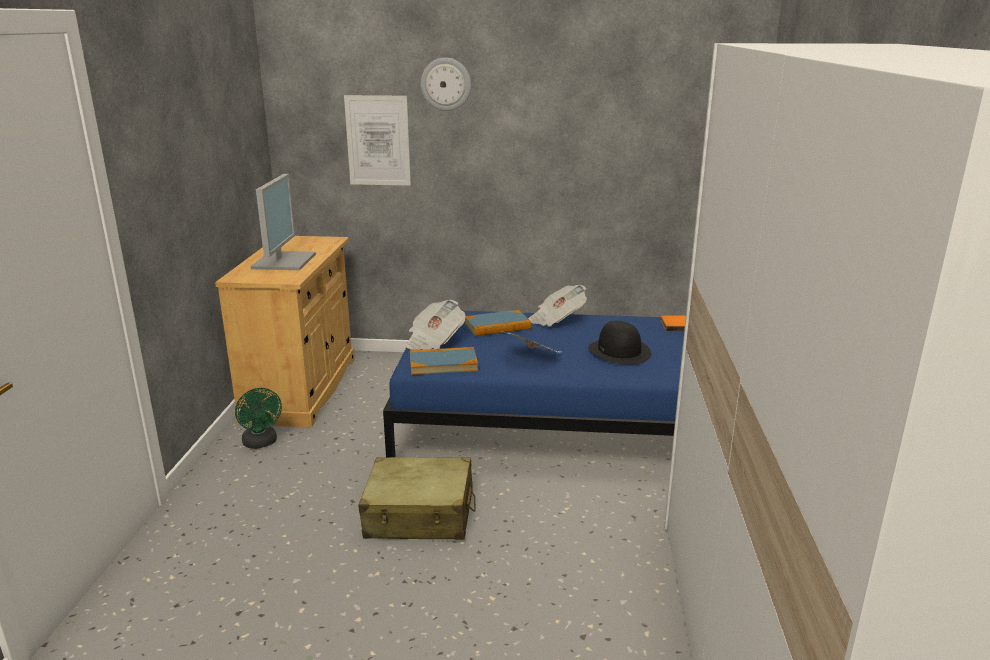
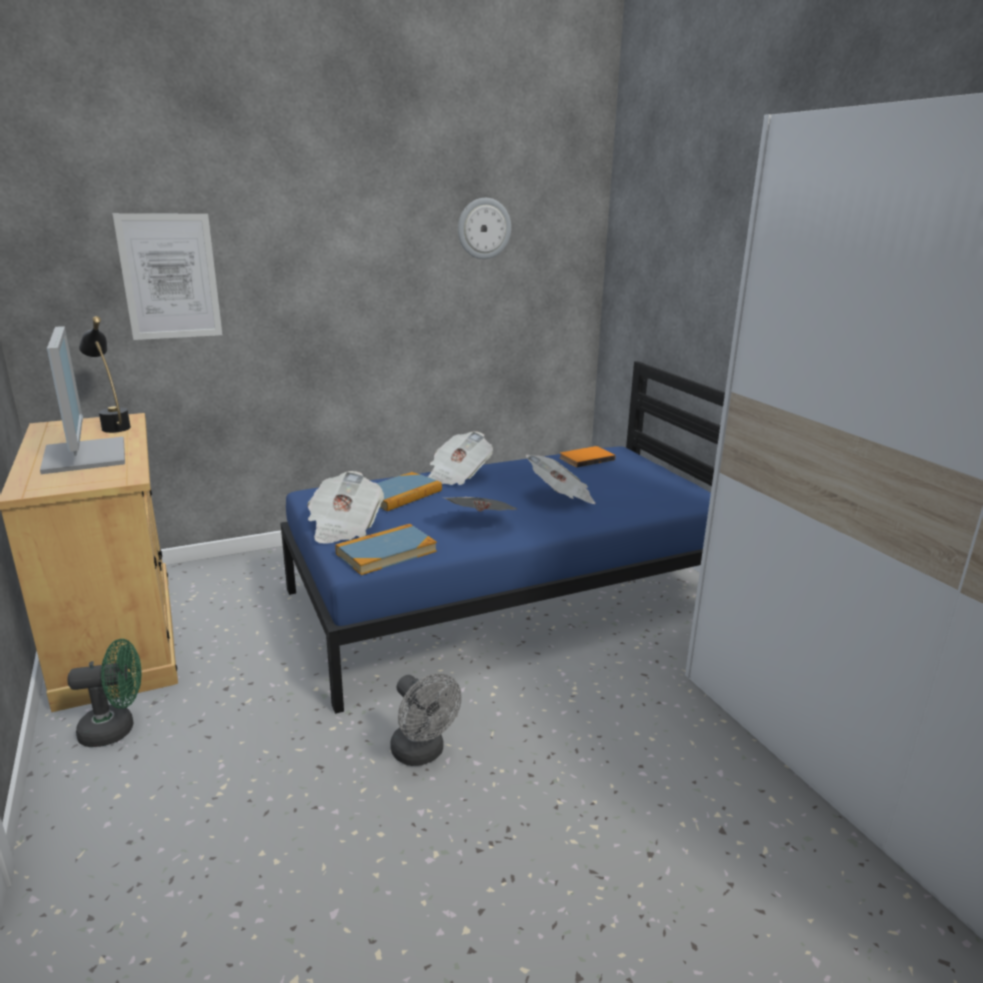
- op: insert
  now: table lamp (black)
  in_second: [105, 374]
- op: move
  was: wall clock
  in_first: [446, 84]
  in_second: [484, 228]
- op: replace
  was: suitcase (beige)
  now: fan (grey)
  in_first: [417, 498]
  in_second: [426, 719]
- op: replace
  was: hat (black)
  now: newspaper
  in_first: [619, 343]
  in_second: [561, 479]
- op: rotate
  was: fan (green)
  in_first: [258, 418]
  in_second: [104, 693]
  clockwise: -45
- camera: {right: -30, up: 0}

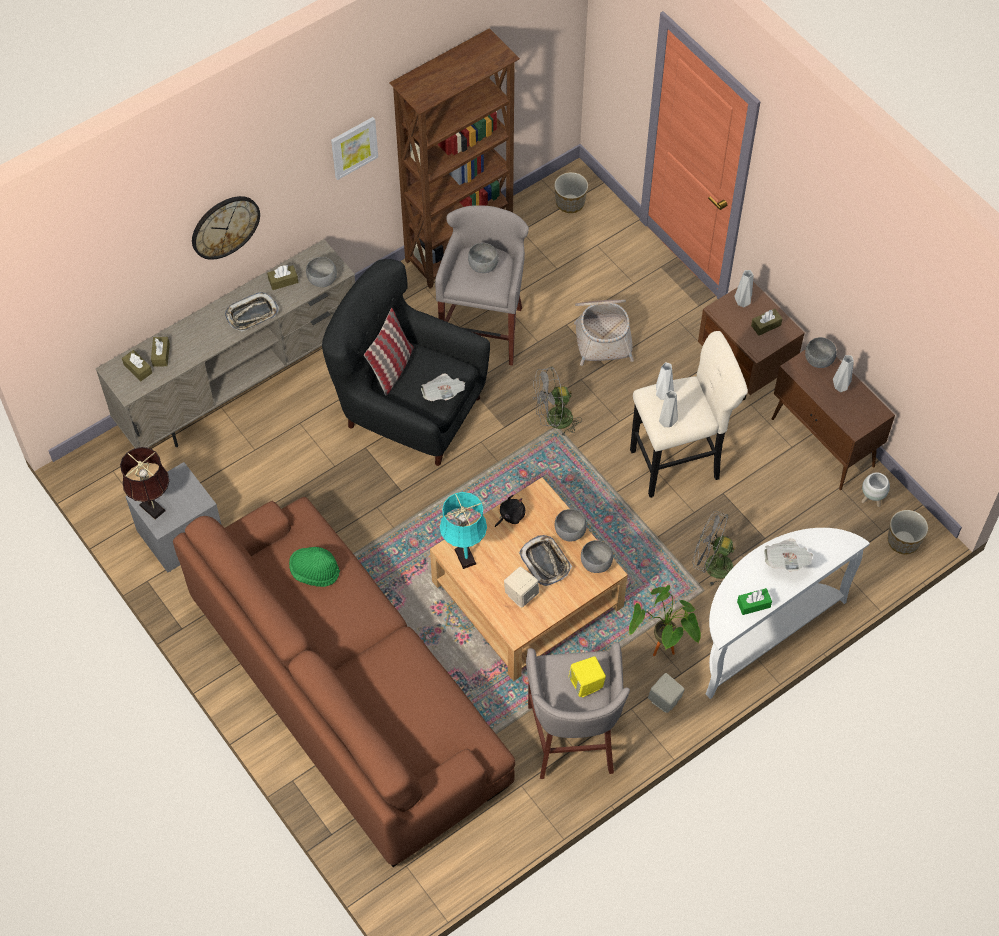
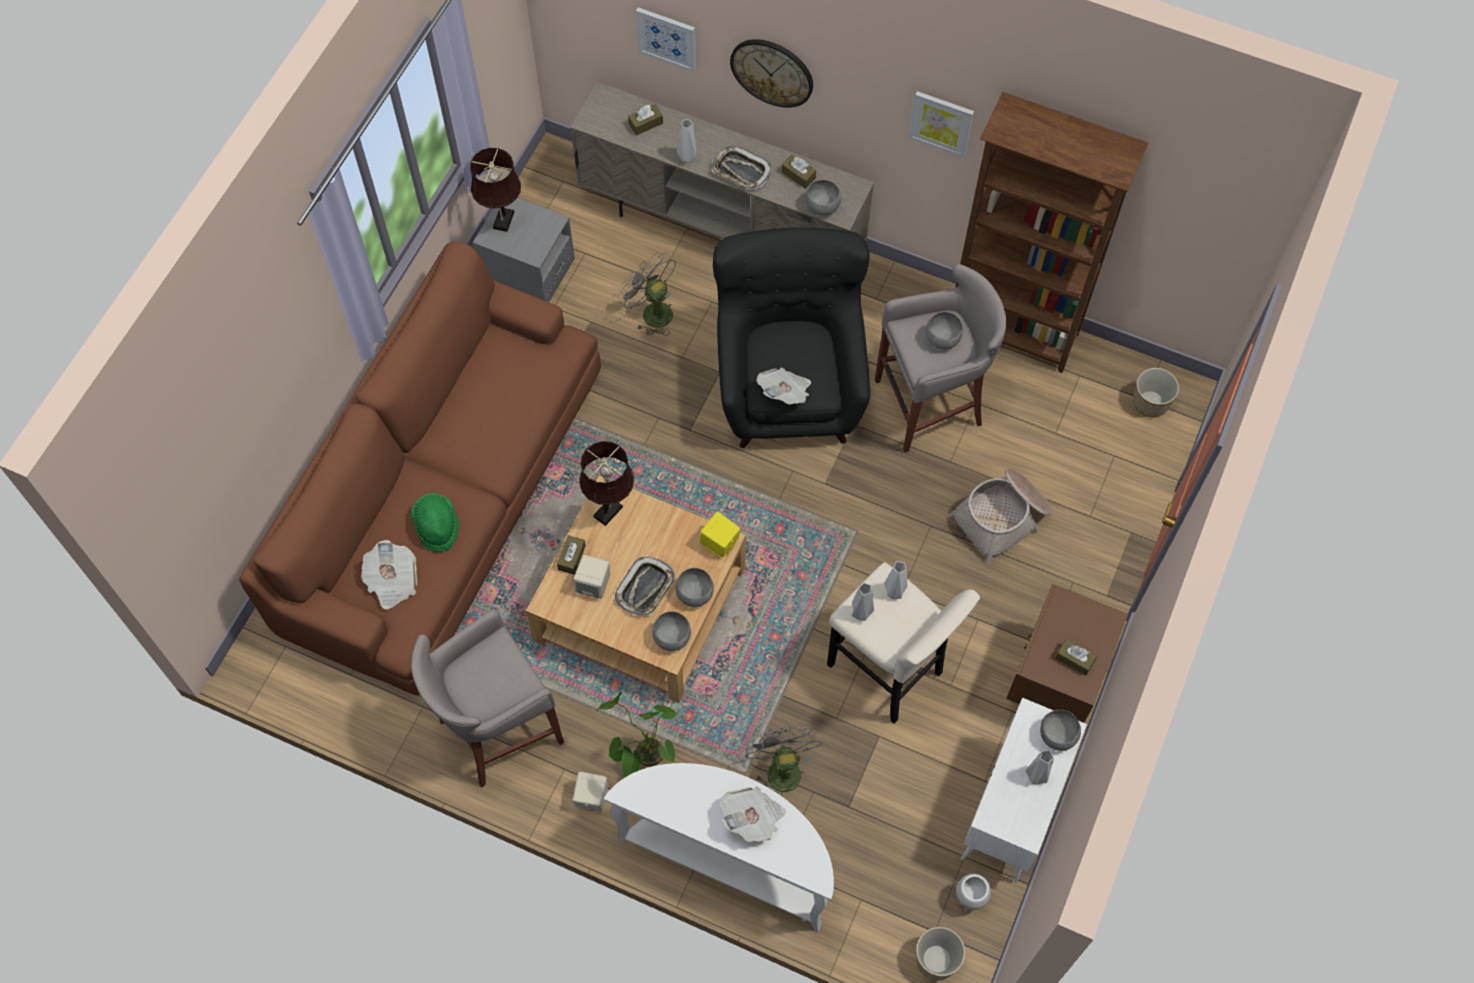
- op: delete
  was: pillow
  in_first: [389, 352]
- op: delete
  was: plush toy (black)
  in_first: [510, 511]
- op: delete
  was: tissue box (green)
  in_first: [754, 601]
- op: insert
  now: newspaper
  in_second: [389, 575]
- op: insert
  now: picture
  in_second: [666, 39]
- op: move
  was: tissue box (brown)
  in_first: [137, 365]
  in_second: [571, 555]
- op: move
  was: hat (green)
  in_first: [314, 567]
  in_second: [435, 522]
- op: move
  was: fan (grey)
  in_first: [557, 401]
  in_second: [646, 294]
- op: move
  was: speaker (yellow)
  in_first: [587, 676]
  in_second: [719, 534]
- op: move
  was: vase (grey)
  in_first: [743, 288]
  in_second: [687, 141]
- op: recolor
  was: table lamp (turquoise)
  now: table lamp (brown)
  in_first: [463, 530]
  in_second: [606, 483]
- op: recolor
  was: cabinet (brown)
  now: cabinet (white)
  in_first: [833, 419]
  in_second: [1024, 790]
- camera: {right: 60, up: 5}

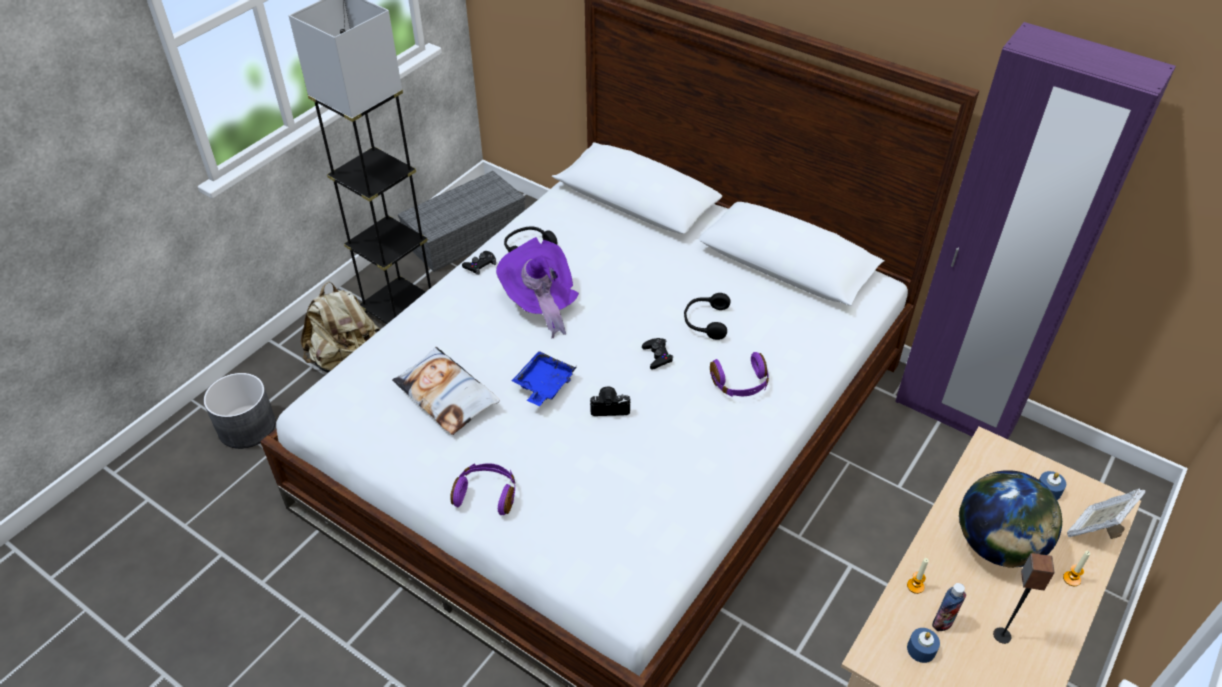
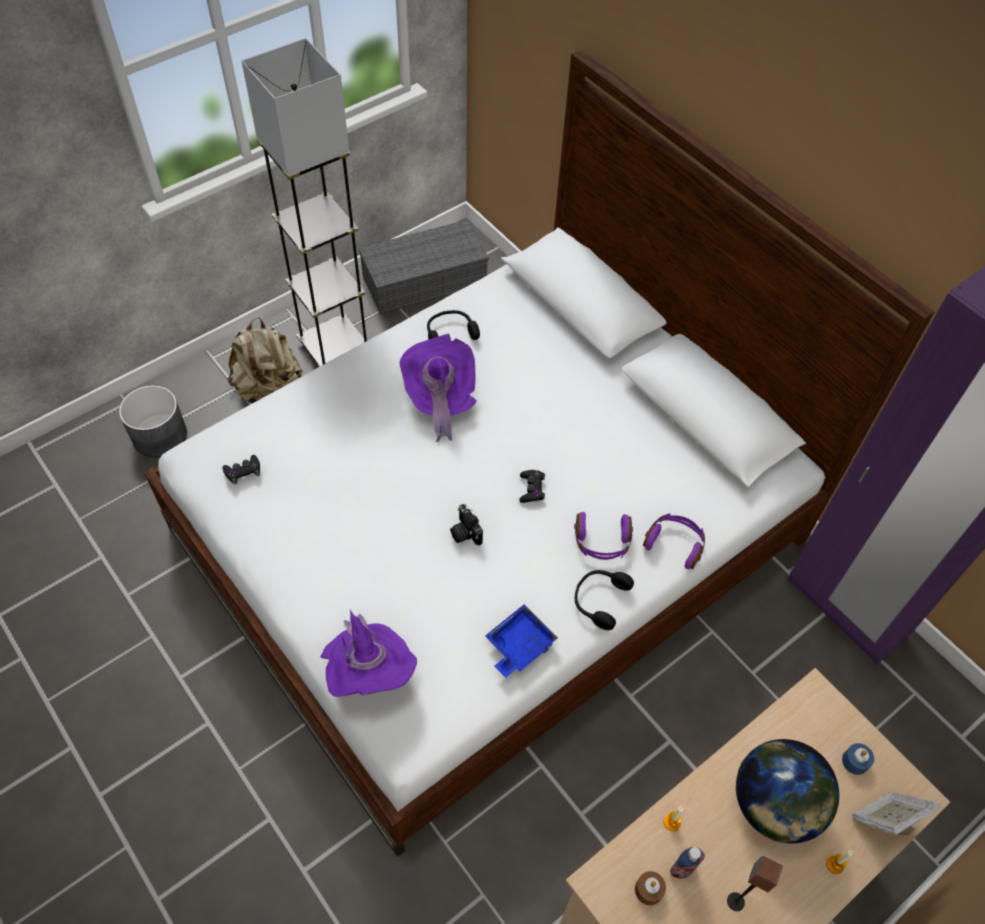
- op: delete
  was: pillow
  in_first: [446, 391]
- op: insert
  now: hat (purple)
  in_second: [369, 653]
- op: move
  was: headphones (purple)
  in_first: [482, 489]
  in_second: [674, 541]
- op: move
  was: game controller (black)
  in_first: [479, 263]
  in_second: [241, 470]
- op: move
  was: tray (blue)
  in_first: [544, 378]
  in_second: [521, 641]
- op: move
  was: headphones (black)
  in_first: [707, 316]
  in_second: [604, 600]
- op: recolor
  was: candle (blue)
  now: candle (brown)
  in_first: [923, 645]
  in_second: [650, 888]
- op: rotate
  was: photo camera
  in_first: [610, 401]
  in_second: [466, 525]
  clockwise: -135
- camera: {right: 15, up: 10}

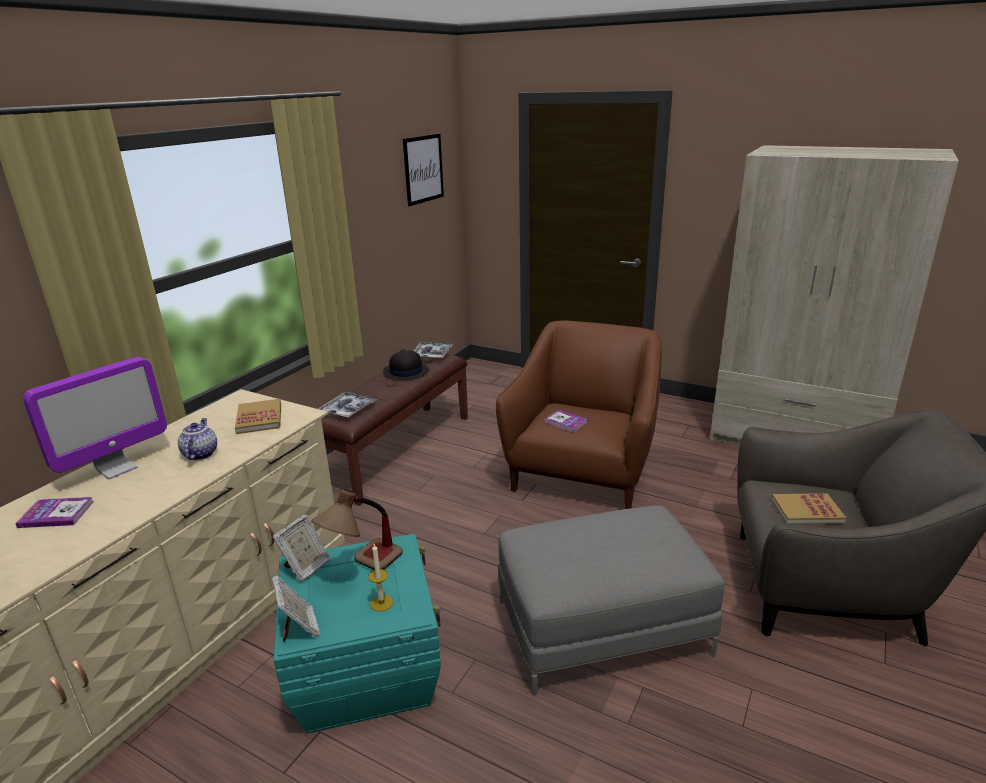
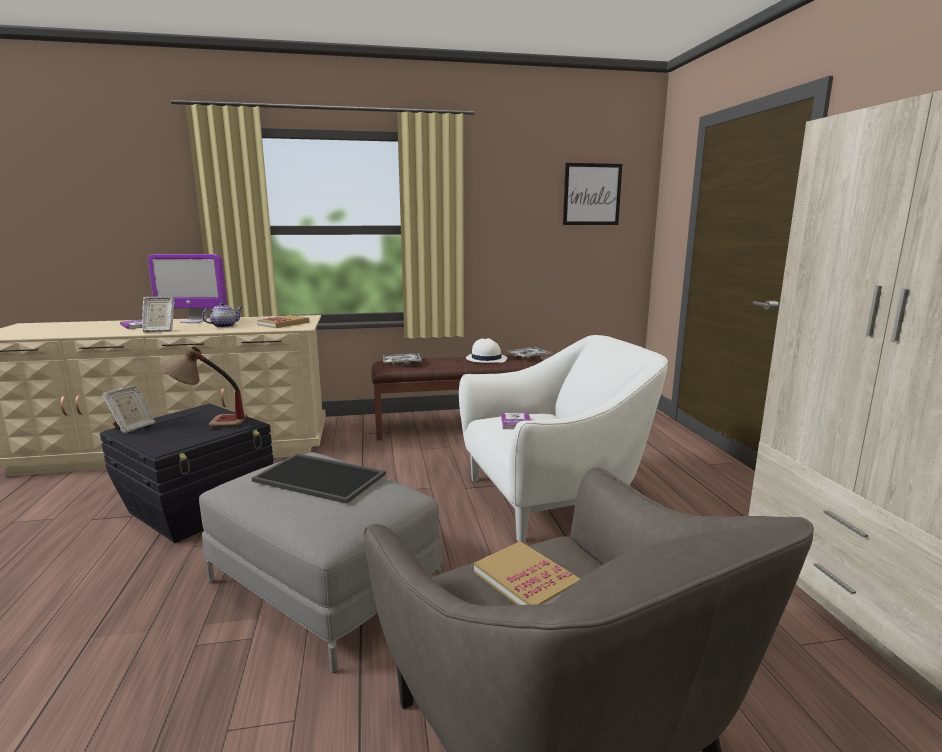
- op: delete
  was: candle
  in_first: [380, 577]
- op: insert
  now: tray
  in_second: [319, 478]
- op: move
  was: picture frame
  in_first: [302, 548]
  in_second: [158, 314]
- op: recolor
  was: storage box (turquoise)
  now: storage box (black)
  in_first: [357, 633]
  in_second: [186, 473]
- op: recolor
  was: hat (black)
  now: hat (white)
  in_first: [406, 364]
  in_second: [486, 350]
- op: recolor
  was: armchair (brown)
  now: armchair (white)
  in_first: [579, 415]
  in_second: [563, 439]
- camera: {right: 50, up: -10}

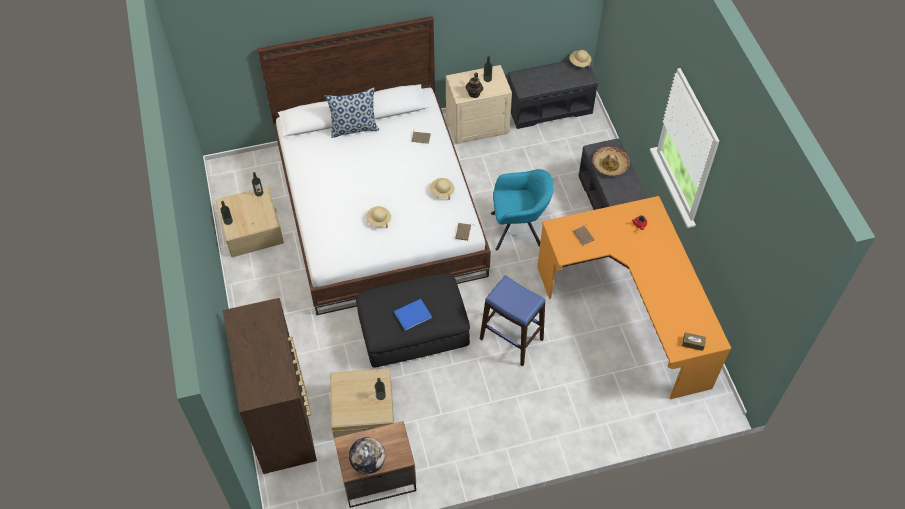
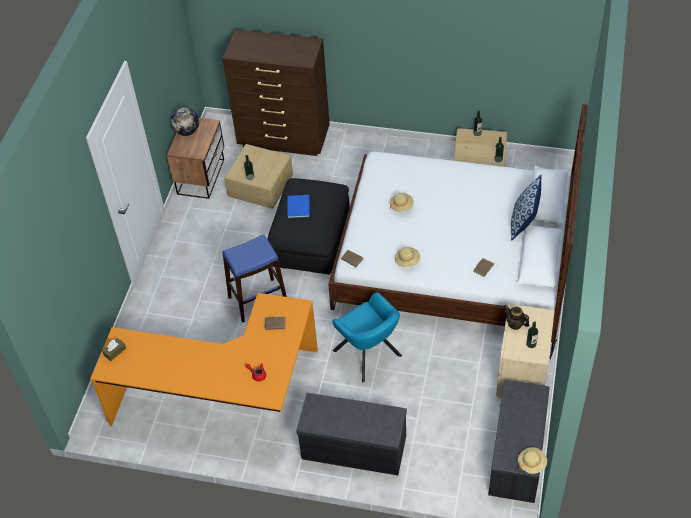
- op: delete
  was: hat
  in_first: [611, 161]
- op: rotate
  was: armchair (turquoise)
  in_first: [522, 209]
  in_second: [367, 337]
  clockwise: -60
- camera: {right: 120, up: -5}

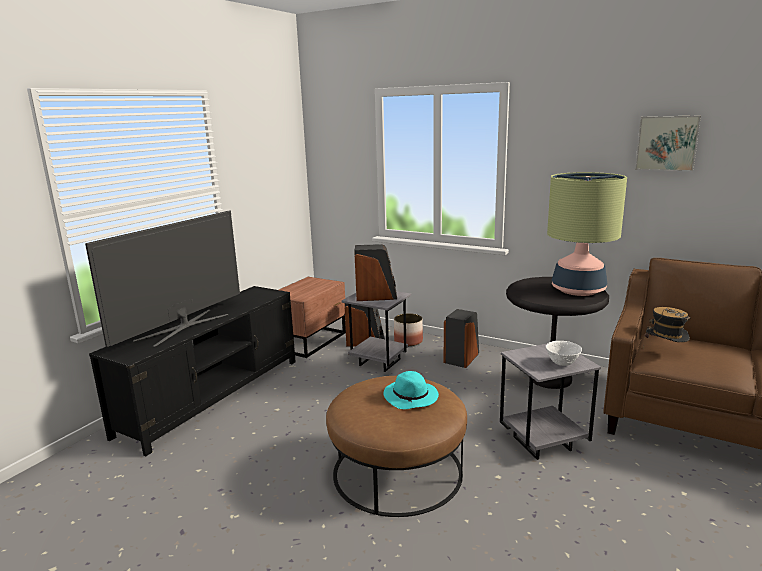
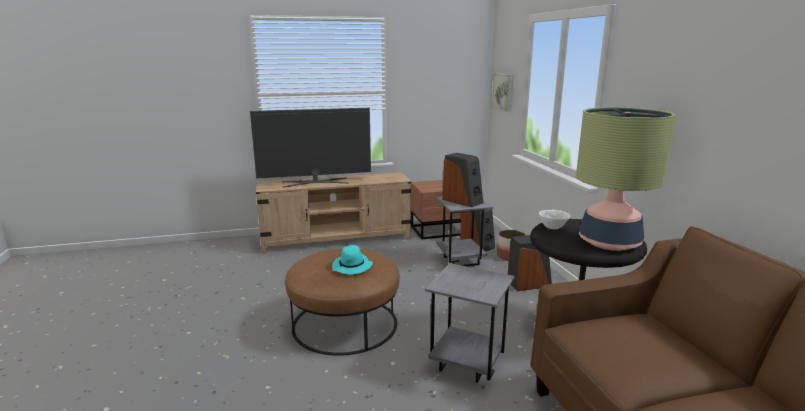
- op: delete
  was: hat
  in_first: [667, 327]
- op: move
  was: bowl (white)
  in_first: [564, 353]
  in_second: [554, 219]
- op: move
  was: picture
  in_first: [668, 143]
  in_second: [503, 92]
- op: recolor
  was: tv stand (black)
  now: tv stand (beige)
  in_first: [192, 371]
  in_second: [333, 213]
- camera: {right: 45, up: 0}

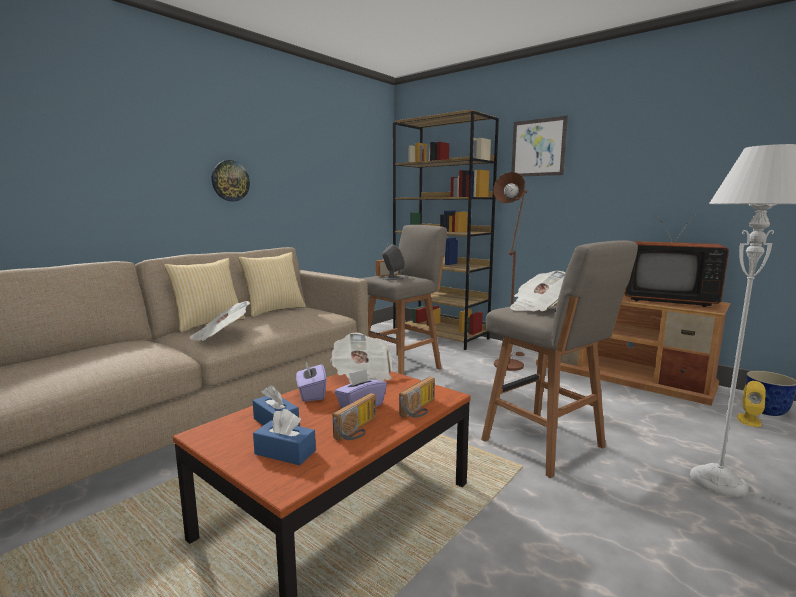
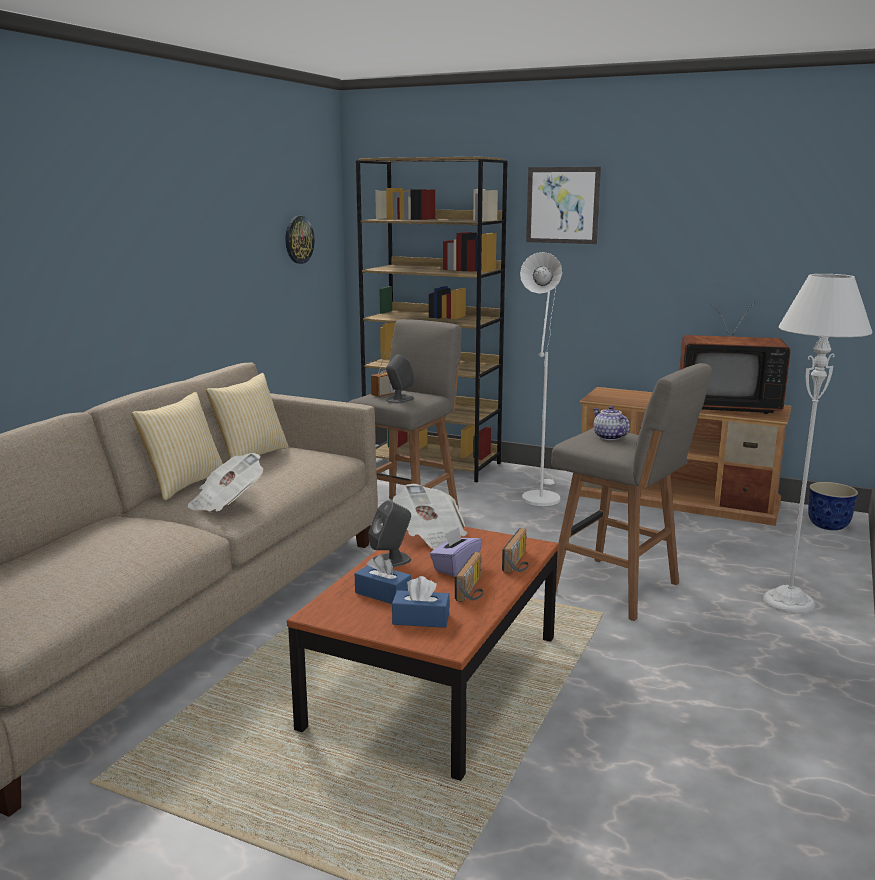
- op: delete
  was: speaker (yellow)
  in_first: [751, 404]
- op: move
  was: wall clock
  in_first: [231, 180]
  in_second: [300, 240]
- op: replace
  was: tissue box (purple)
  now: speaker (grey)
  in_first: [311, 381]
  in_second: [389, 533]
- op: replace
  was: newspaper
  now: teapot
  in_first: [538, 291]
  in_second: [611, 423]
- op: recolor
  was: floor lamp (brown)
  now: floor lamp (white)
  in_first: [511, 271]
  in_second: [541, 379]
- camera: {right: -15, up: 5}

